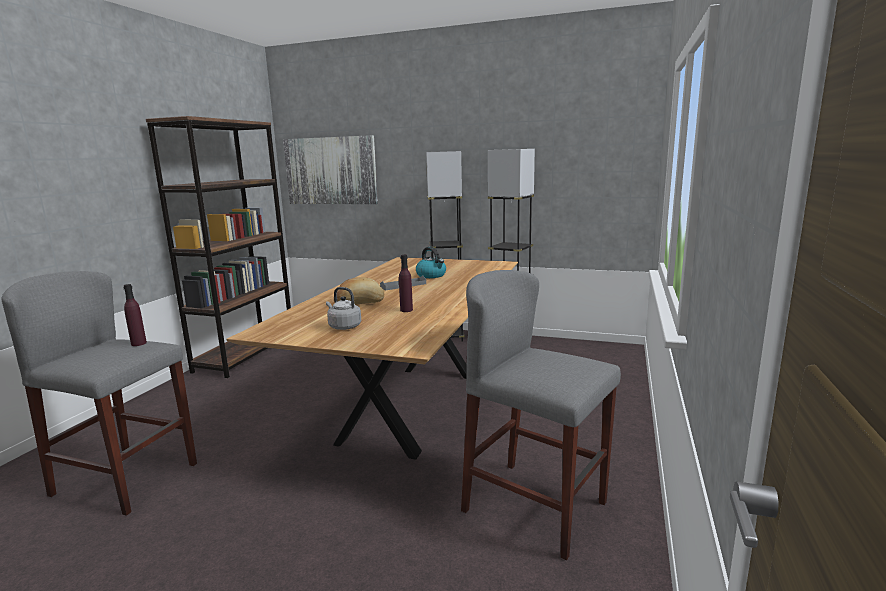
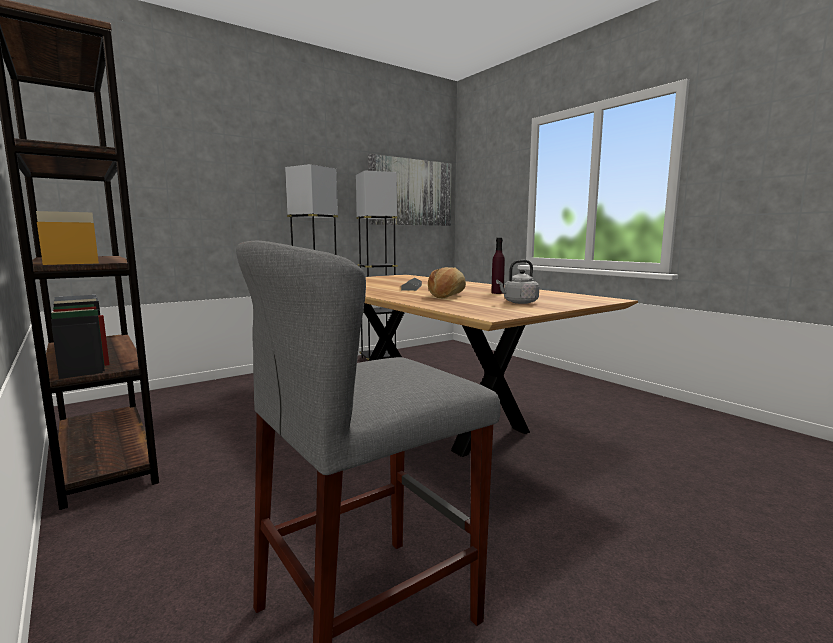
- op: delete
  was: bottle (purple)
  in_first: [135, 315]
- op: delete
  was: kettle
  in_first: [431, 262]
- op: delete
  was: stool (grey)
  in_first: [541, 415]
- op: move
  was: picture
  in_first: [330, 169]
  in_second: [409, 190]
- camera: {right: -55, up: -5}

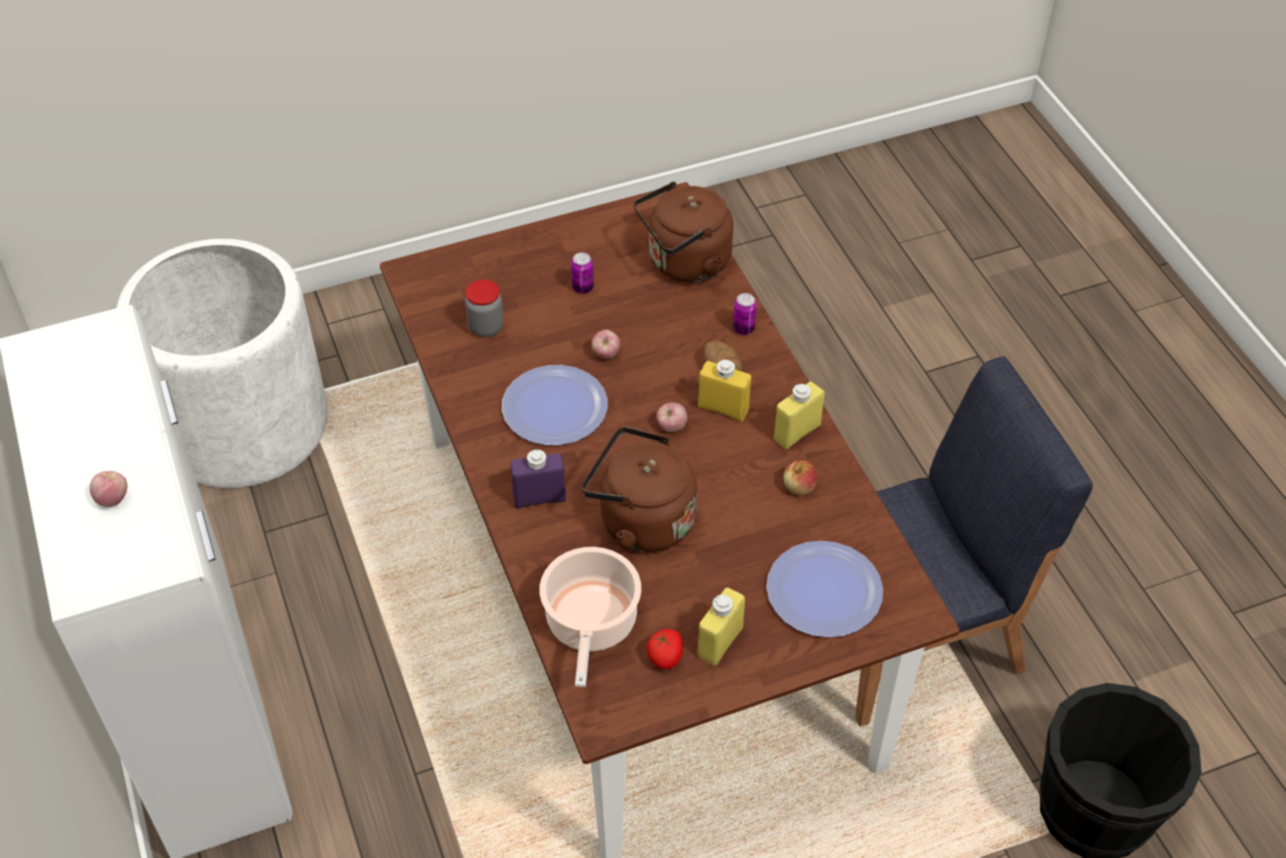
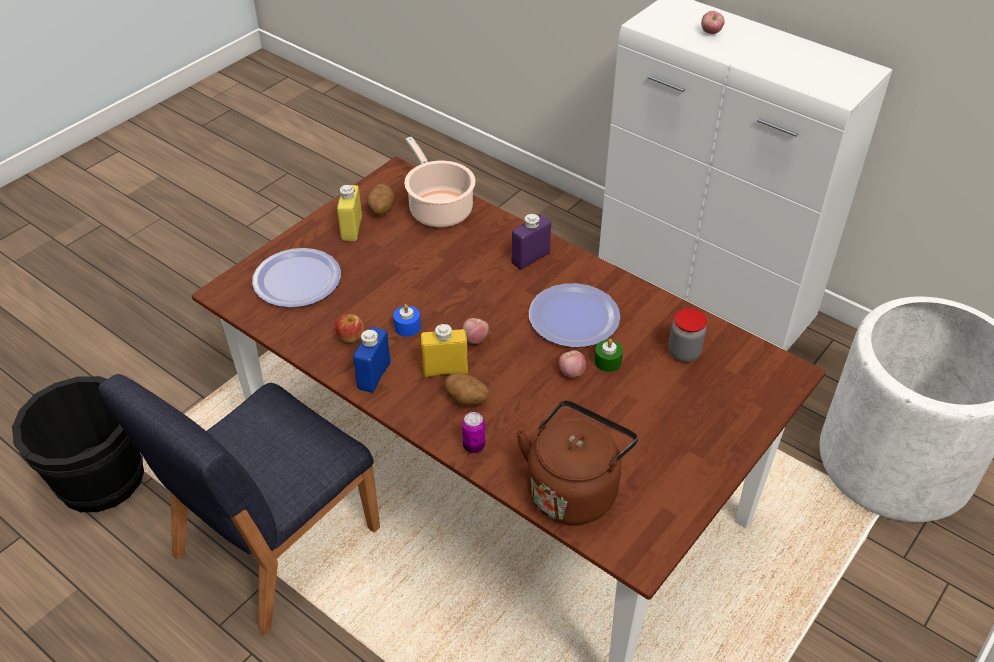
- op: delete
  was: can
  in_first: [582, 273]
- op: delete
  was: kettle (brown)
  in_first: [639, 489]
- op: insert
  now: candle (blue)
  in_second: [407, 320]
- op: insert
  now: candle (green)
  in_second: [608, 355]
- op: replace
  was: tomato
  now: potato
  in_first: [664, 649]
  in_second: [381, 199]
- op: recolor
  was: bottle (yellow)
  now: bottle (blue)
  in_first: [799, 415]
  in_second: [372, 360]
- camera: {right: 150, up: -5}

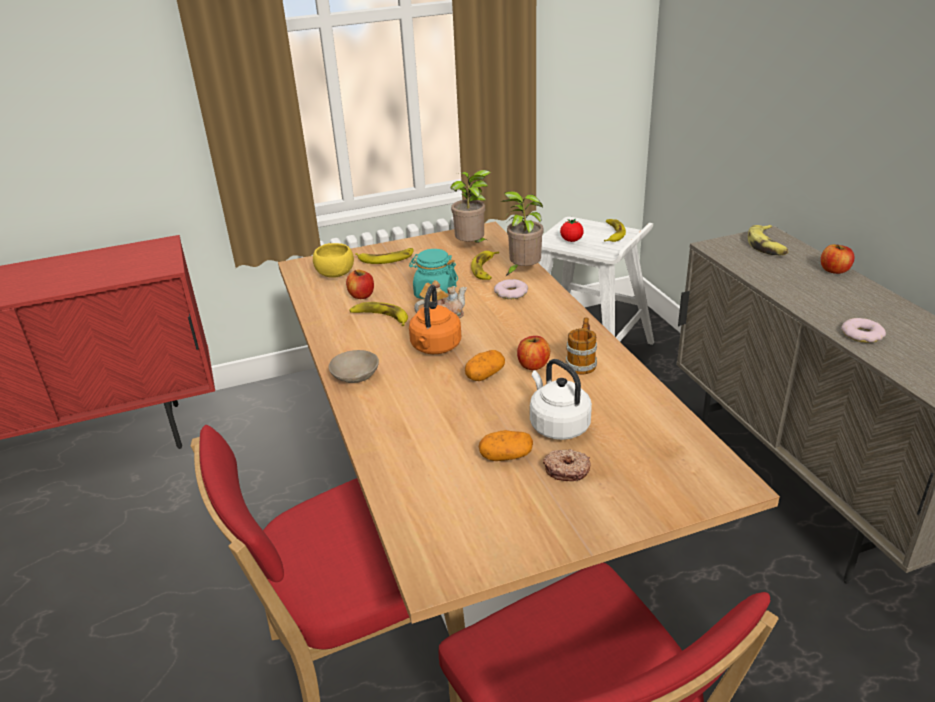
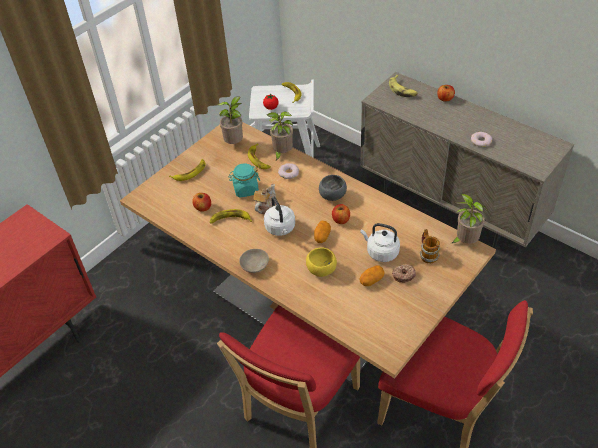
- op: insert
  now: bowl (grey)
  in_second: [333, 188]
- op: insert
  now: potted plant
  in_second: [468, 219]
- op: move
  was: bowl (yellow)
  in_first: [333, 260]
  in_second: [321, 262]
- op: move
  was: mug
  in_first: [581, 345]
  in_second: [430, 246]
- op: recolor
  was: kettle (orange)
  now: kettle (white)
  in_first: [435, 319]
  in_second: [279, 216]
- camera: {right: -30, up: 15}

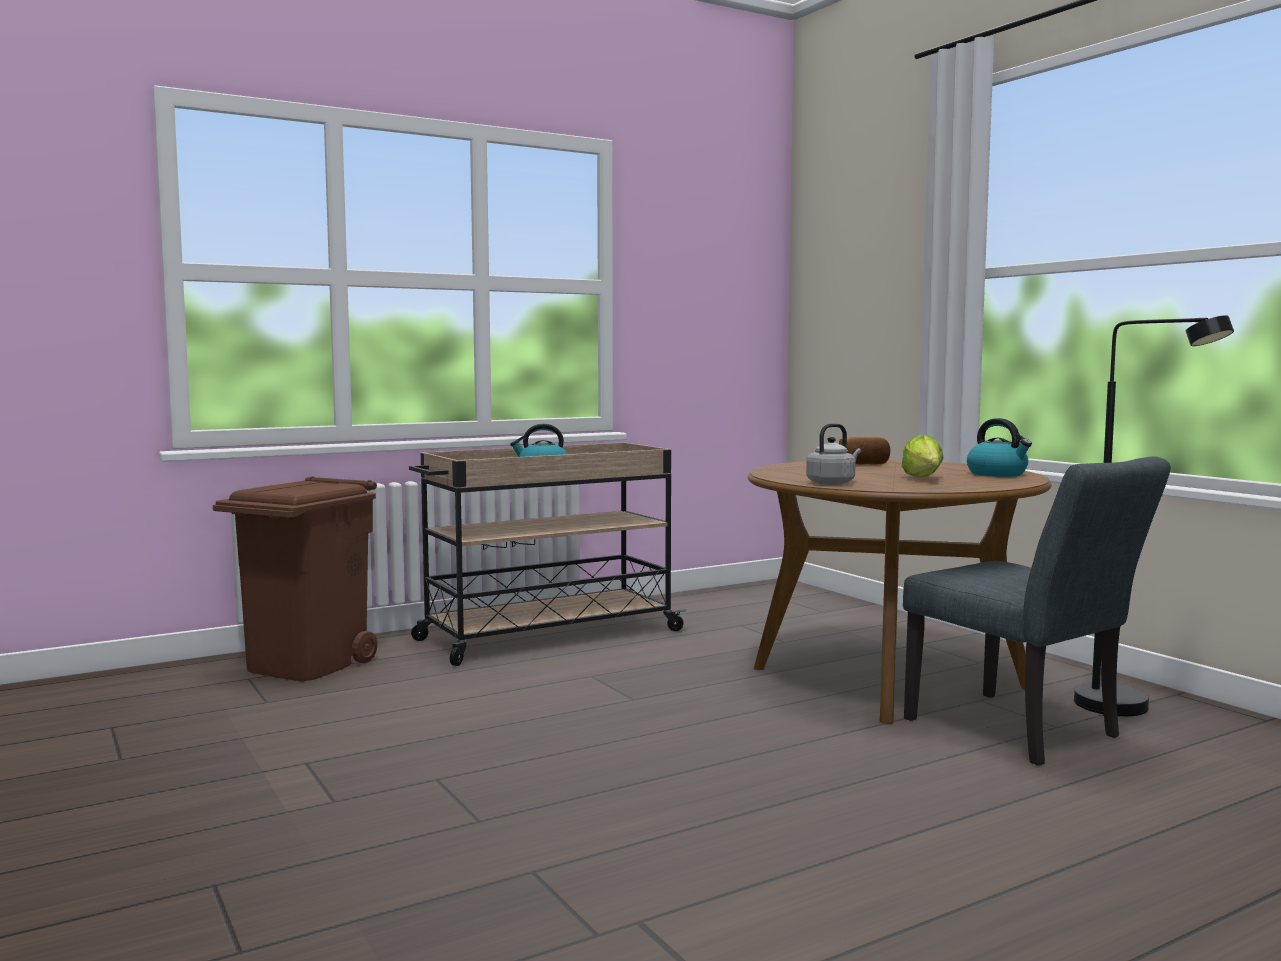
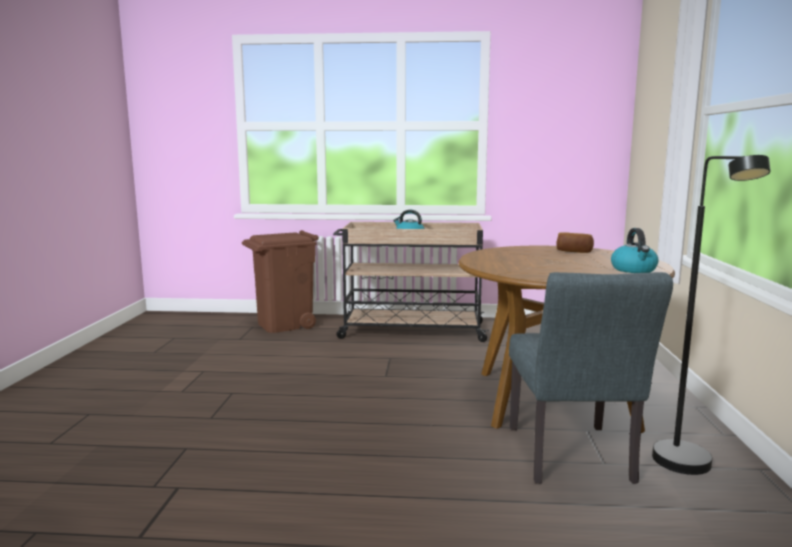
- op: delete
  was: kettle (grey)
  in_first: [833, 454]
- op: delete
  was: lettuce
  in_first: [922, 455]
- camera: {right: 35, up: 5}

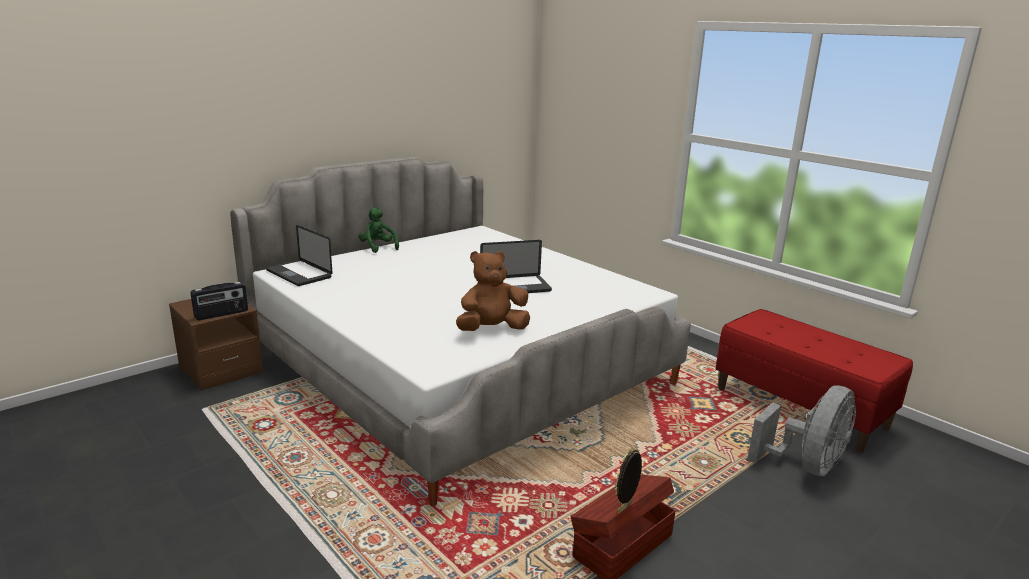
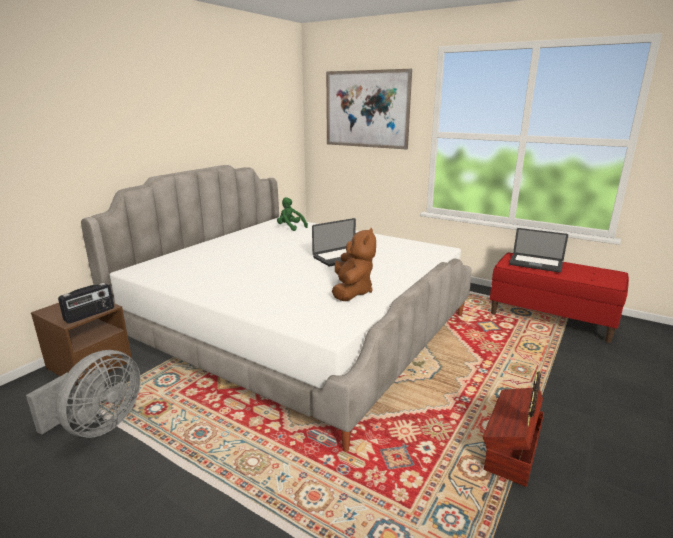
- op: insert
  now: picture
  in_second: [369, 109]
- op: move
  was: laptop
  in_first: [299, 255]
  in_second: [538, 250]
- op: move
  was: plush toy (green)
  in_first: [378, 230]
  in_second: [292, 214]
- op: move
  was: fan (grey)
  in_first: [801, 430]
  in_second: [83, 394]
- op: rotate
  was: plush toy (brown)
  in_first: [493, 291]
  in_second: [354, 264]
  clockwise: 135
- camera: {right: -15, up: 0}

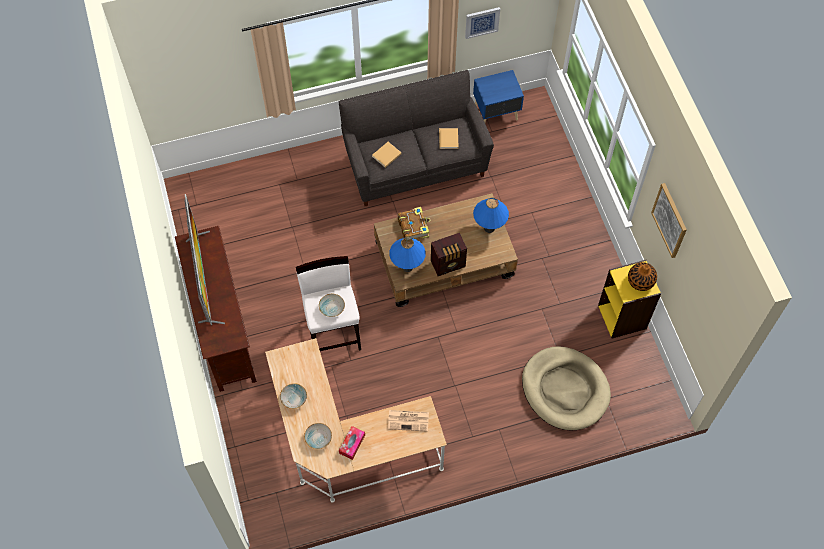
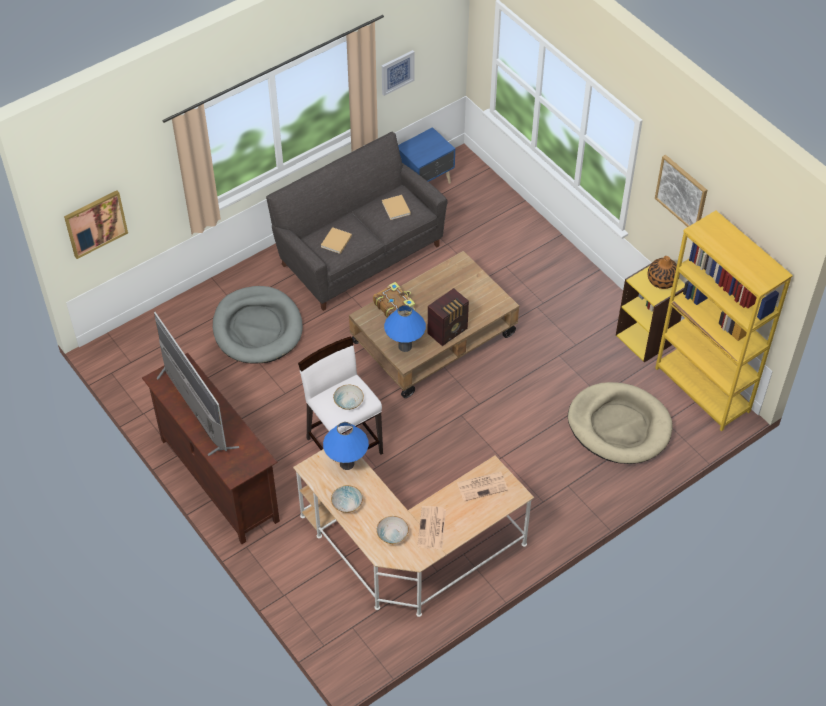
- op: insert
  now: picture
  in_second: [96, 224]
- op: insert
  now: dog bed (grey)
  in_second: [258, 325]
- op: insert
  now: bookcase (yellow)
  in_second: [724, 321]
- op: move
  was: table lamp (blue)
  in_first: [491, 215]
  in_second: [346, 446]
- op: replace
  was: tissue box
  now: newspaper
  in_first: [352, 443]
  in_second: [431, 527]
- camera: {right: -20, up: -10}

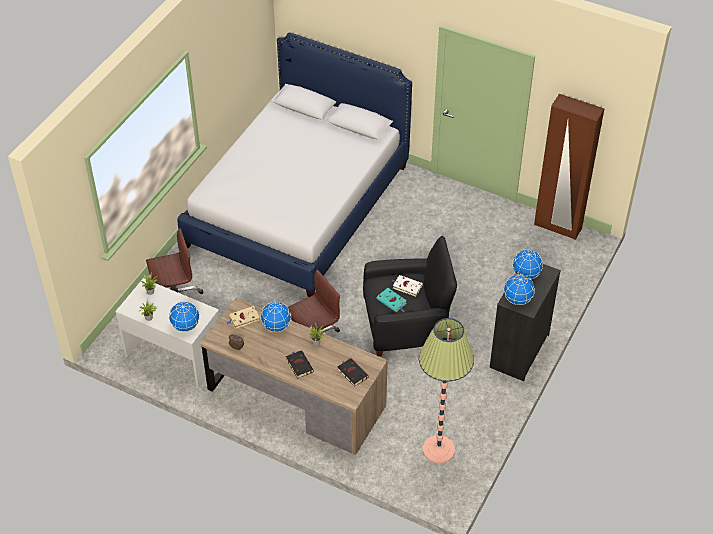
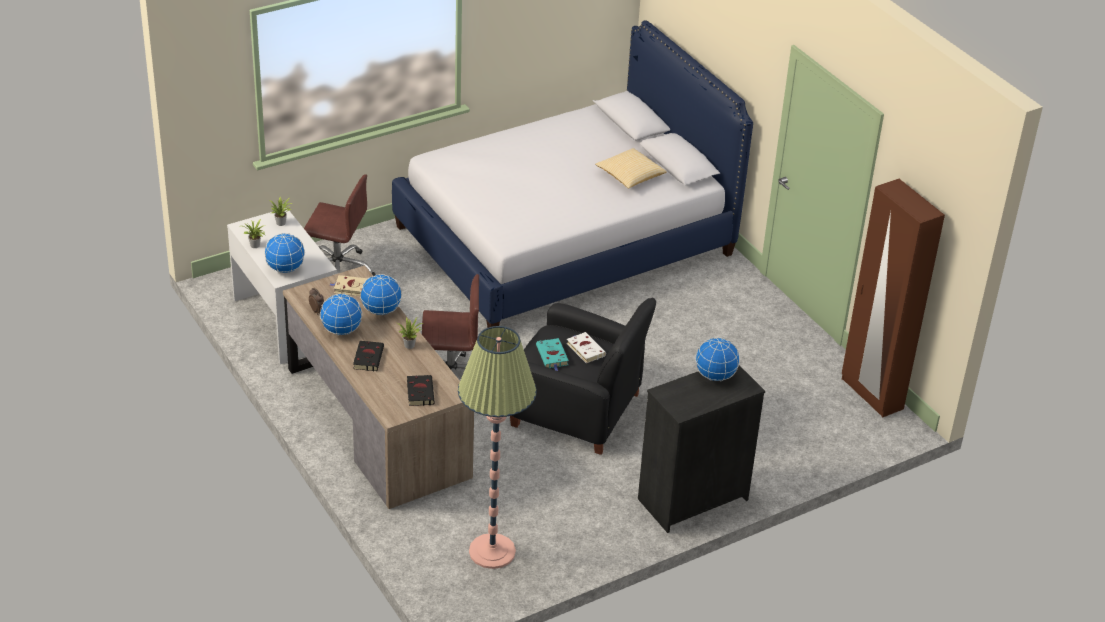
- op: insert
  now: pillow
  in_second: [631, 168]
- op: move
  was: globe
  in_first: [519, 289]
  in_second: [341, 314]
- camera: {right: 30, up: -10}

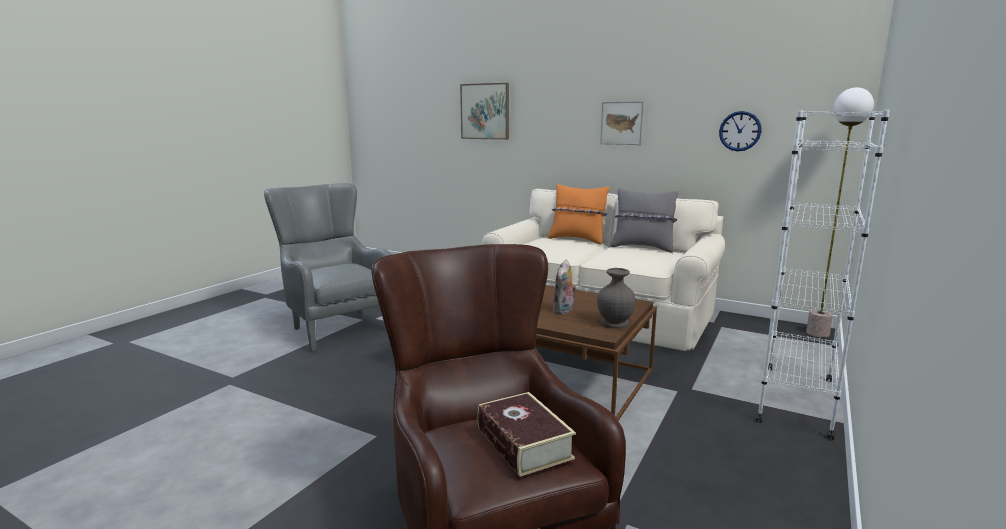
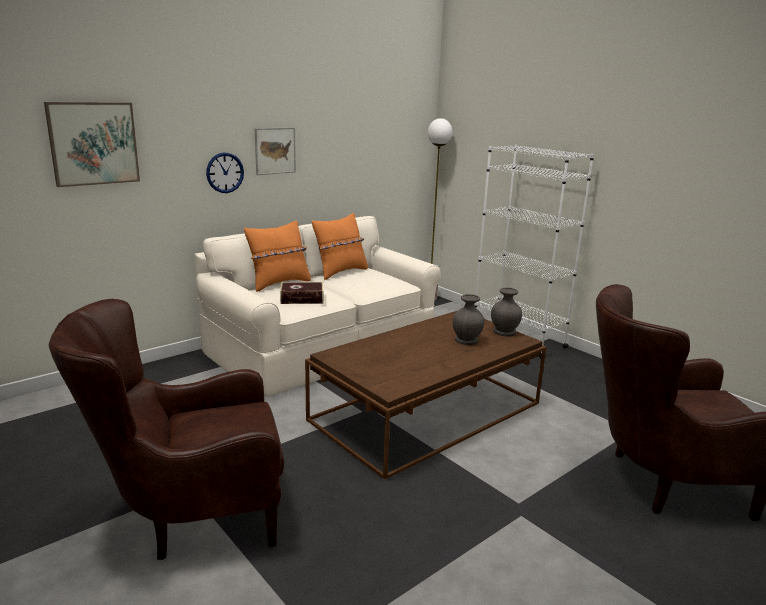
- op: move
  was: book
  in_first: [526, 434]
  in_second: [302, 293]
- op: move
  was: wall clock
  in_first: [740, 131]
  in_second: [225, 172]
- op: replace
  was: plush toy
  now: vase (grey)
  in_first: [564, 287]
  in_second: [468, 319]
- op: recolor
  was: armchair (grey)
  now: armchair (brown)
  in_first: [328, 267]
  in_second: [166, 429]
- op: recolor
  was: pillow (grey)
  now: pillow (orange)
  in_first: [644, 220]
  in_second: [340, 246]
- camera: {right: -70, up: 5}

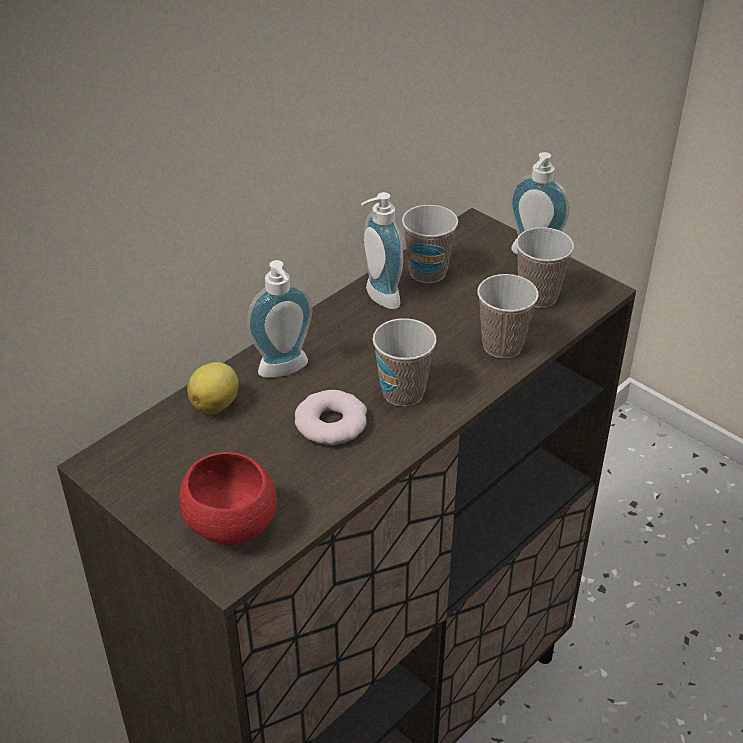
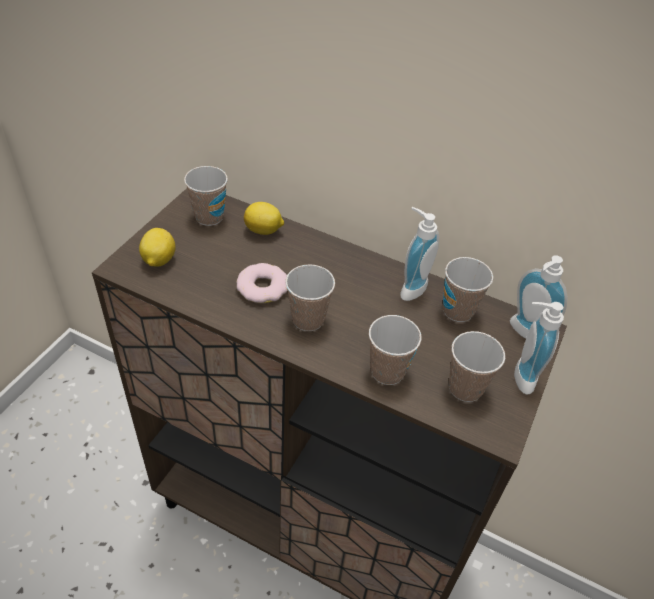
- op: insert
  now: cup
  in_second: [206, 196]
- op: move
  was: soap dispenser
  in_first: [280, 319]
  in_second: [539, 297]
- op: replace
  was: bowl (red)
  now: lemon
  in_first: [228, 498]
  in_second: [157, 247]
- camera: {right: 70, up: 5}

